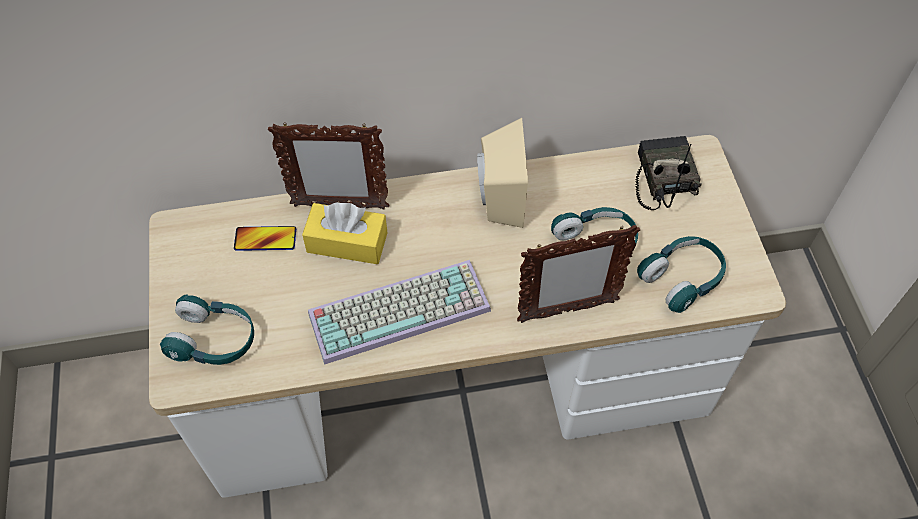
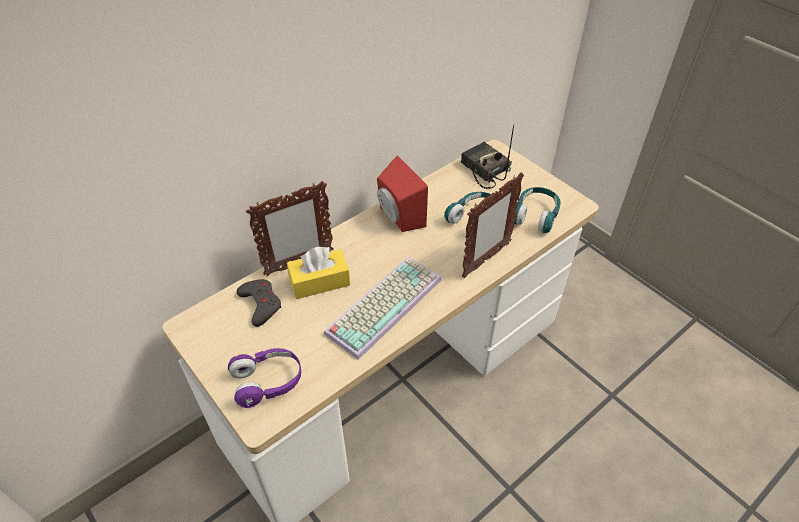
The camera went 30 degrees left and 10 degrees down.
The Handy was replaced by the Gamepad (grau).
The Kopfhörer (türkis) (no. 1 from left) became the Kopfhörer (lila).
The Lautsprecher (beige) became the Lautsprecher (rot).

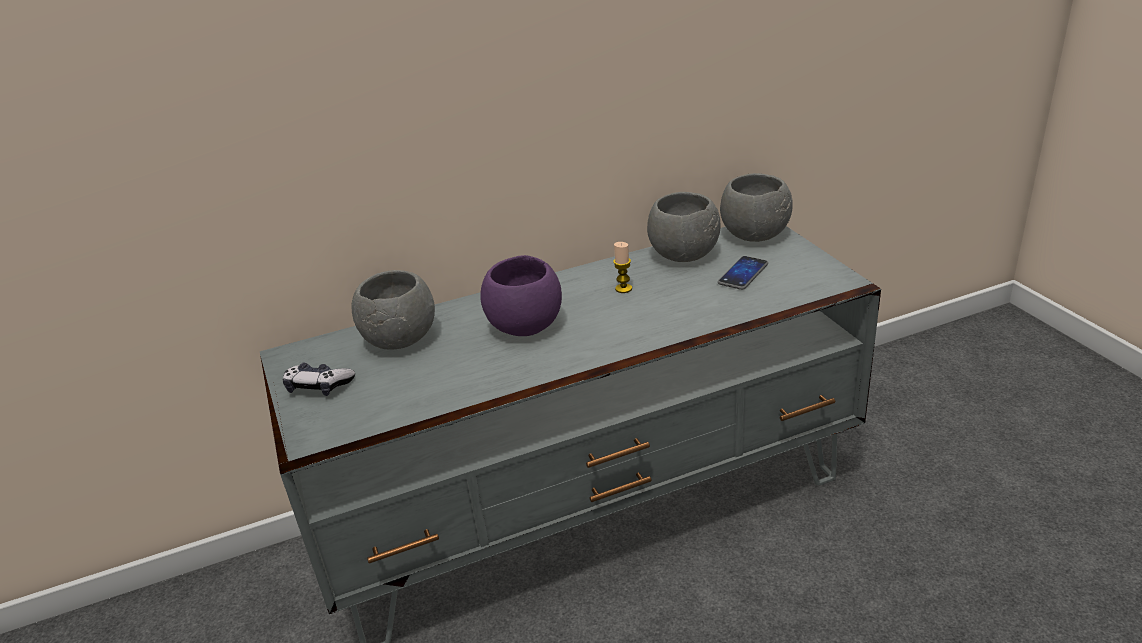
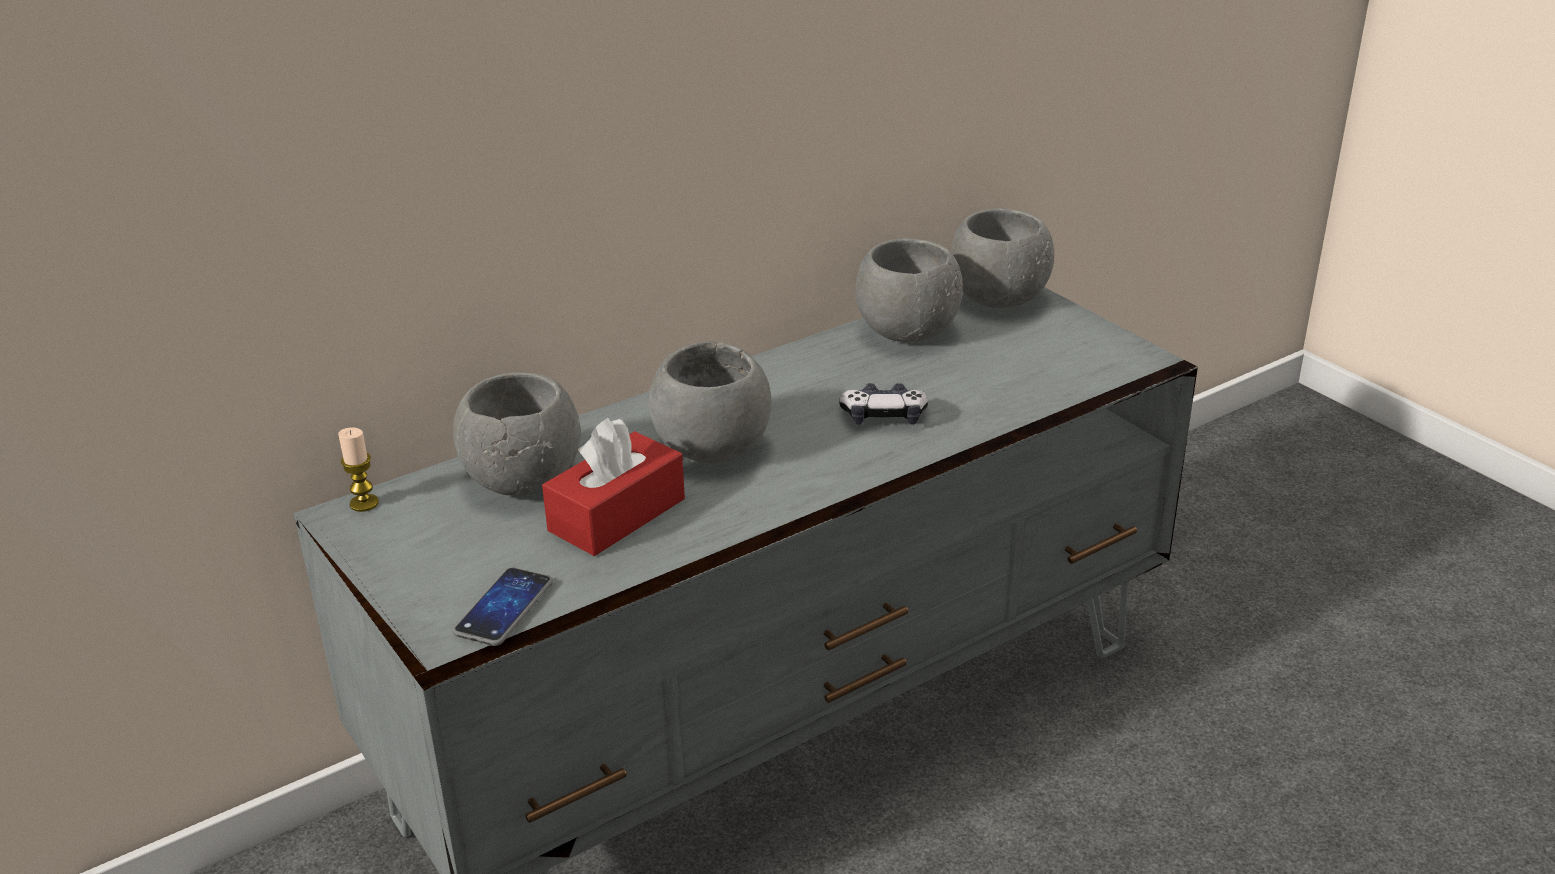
The camera went 15 degrees left and 0 degrees up.
The Taschentuchbox (rot) appeared.
The Gamepad moved.
The Kerze moved.
The Handy moved.
The Schüssel (lila) became the Schüssel (grau) (no. 2 from left).

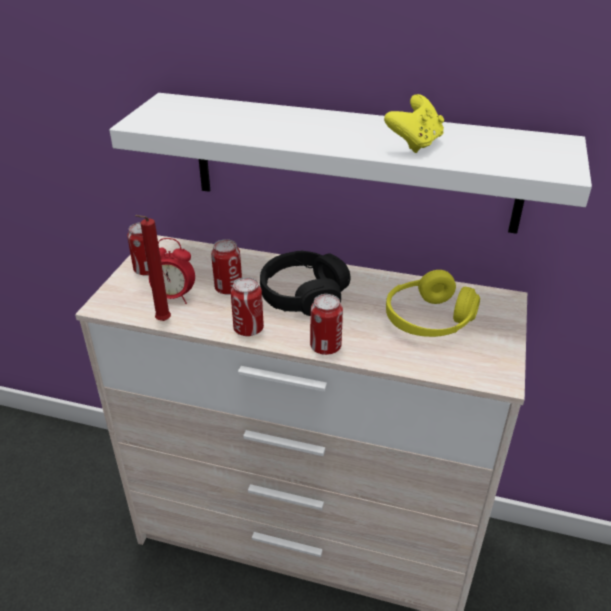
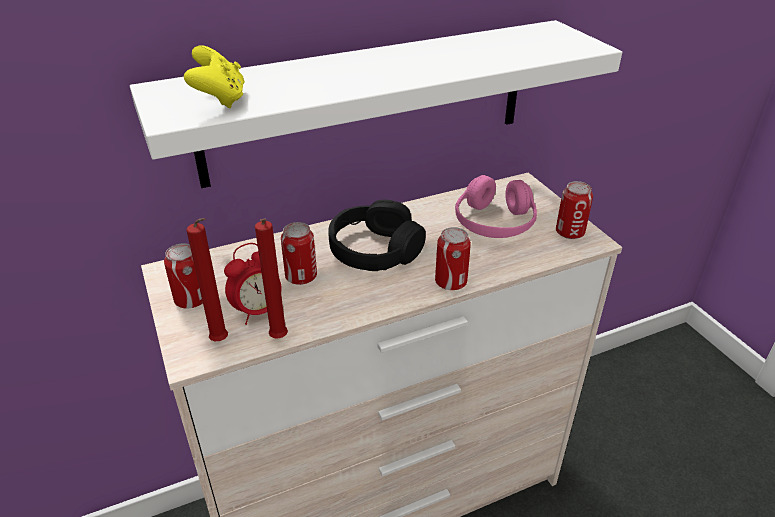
The camera went 40 degrees left and 0 degrees up.
The Kerze (rot) (no. 1 from left) appeared.
The Dose (no. 3 from left in the first image) moved.
The Gamepad (gelb) moved.
The Kopfhörer (gelb) became the Kopfhörer (rosa).

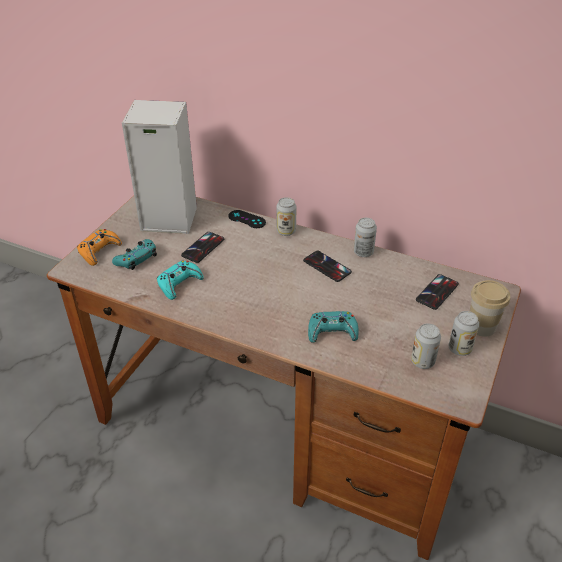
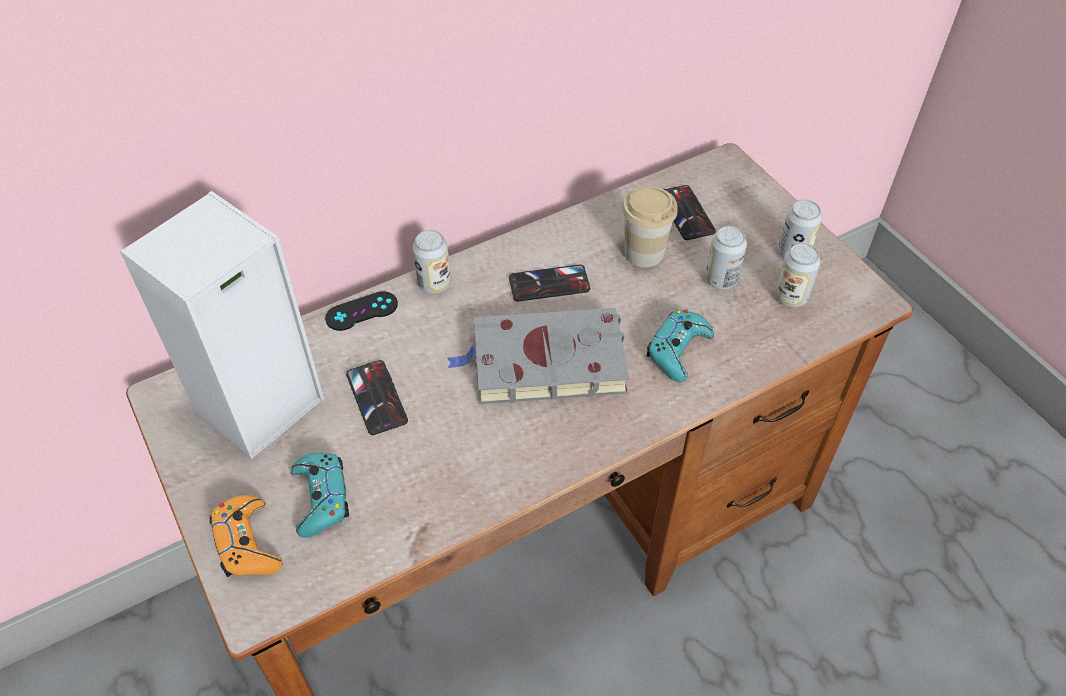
The camera went 55 degrees left and 10 degrees up.
The Gamepad (türkis) (no. 2 from left) disappeared.
The Buch (grau) appeared.
The Dose (no. 2 from left) moved.
The Tasse moved.

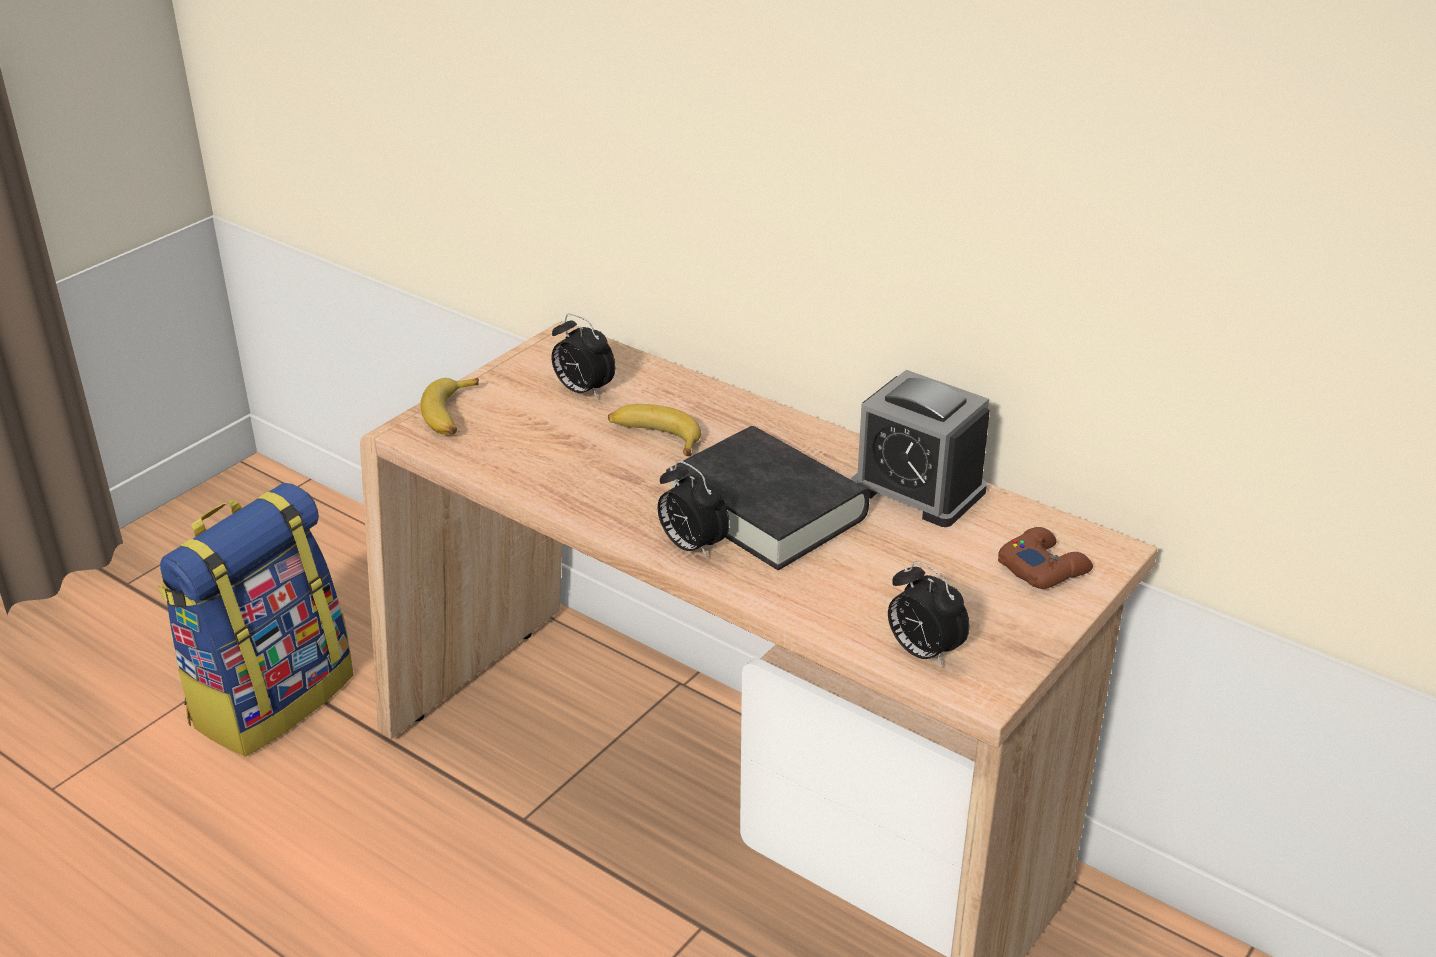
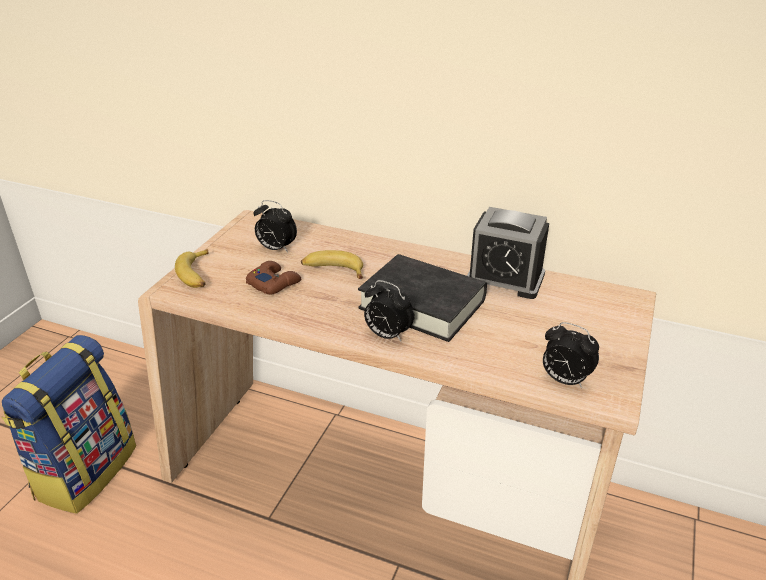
The camera went 15 degrees left and 0 degrees up.
The Gamepad (braun) moved.

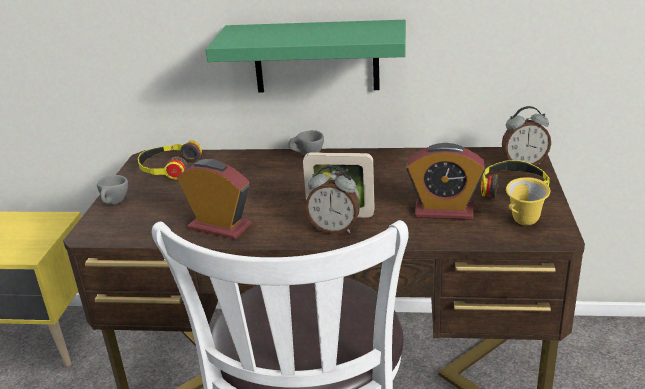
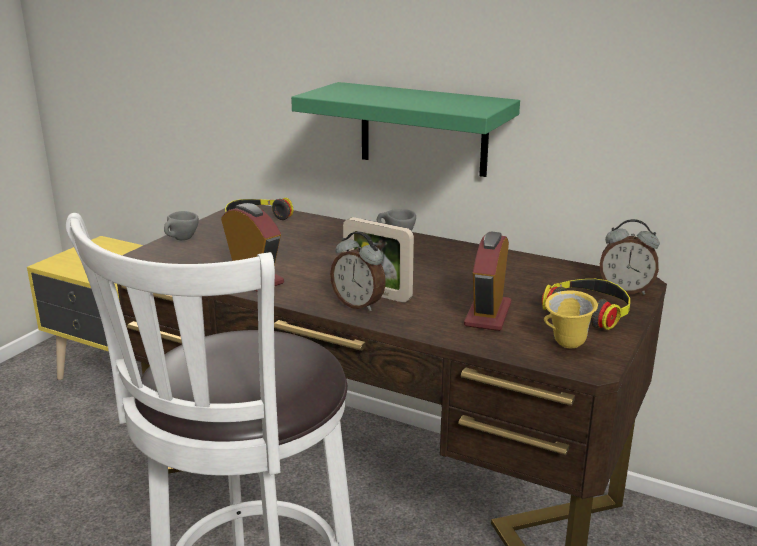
The camera went 20 degrees right and 5 degrees down.
The Wecker (no. 3 from left) turned 75 degrees clockwise.

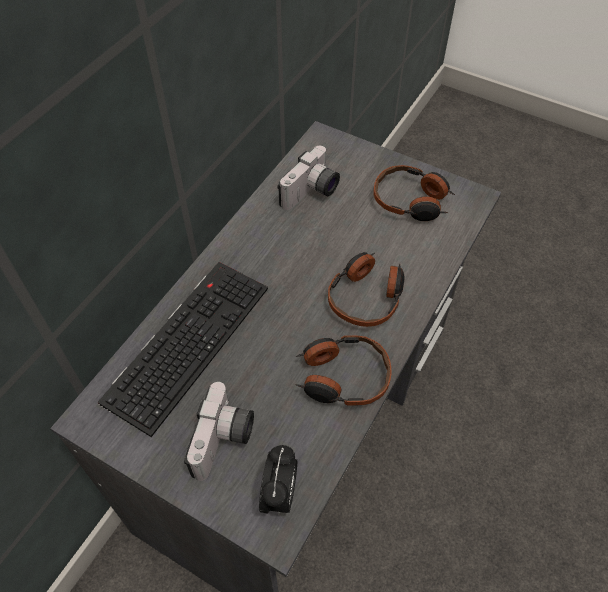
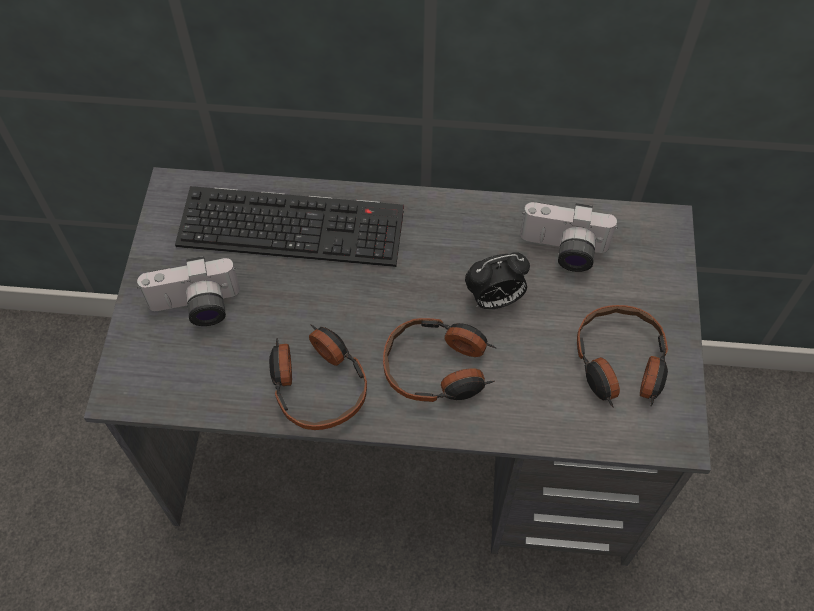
The camera went 65 degrees right and 5 degrees up.
The Wecker moved.

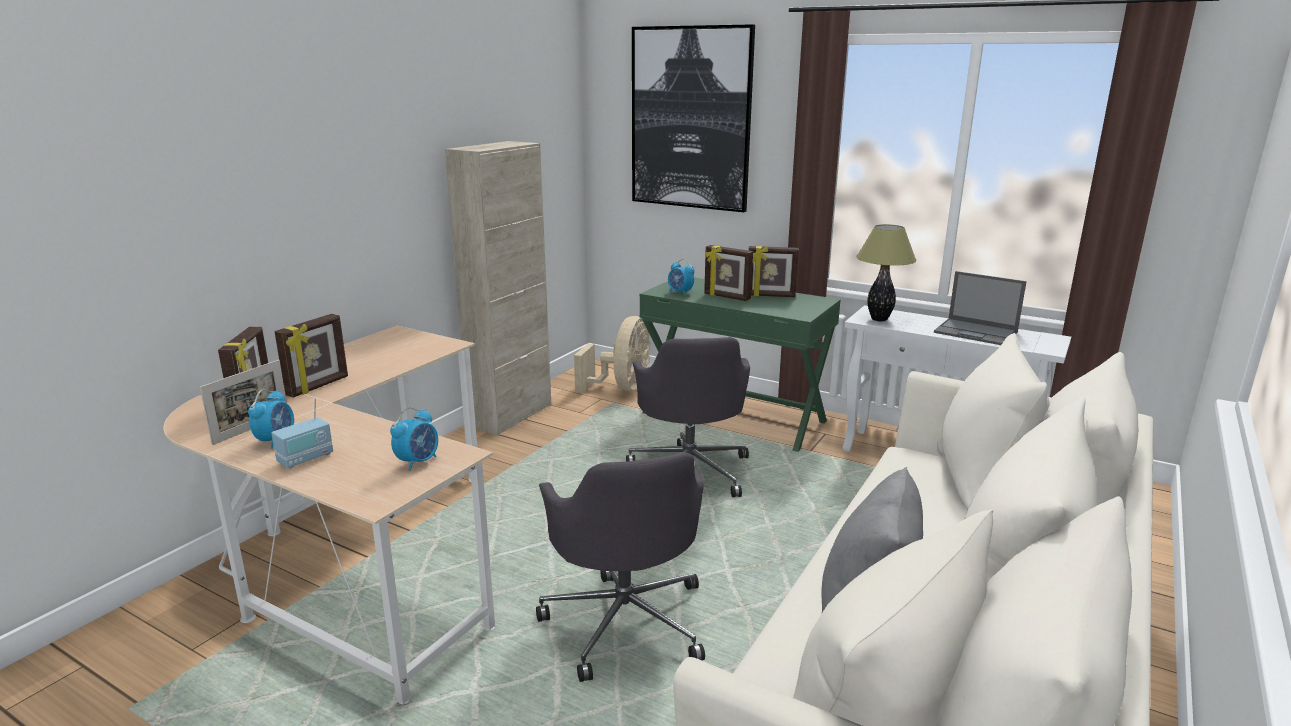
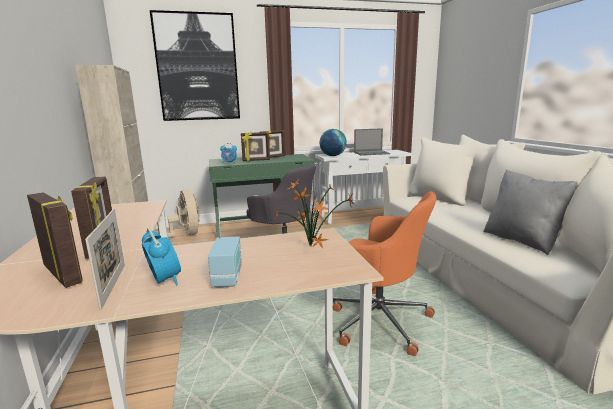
The camera went 45 degrees left and 5 degrees down.
The Wecker (no. 2 from left) was replaced by the Topfpflanze.
The Tischlampe was replaced by the Globus.
The Bürostuhl (grau) (no. 1 from left) became the Bürostuhl (orange).

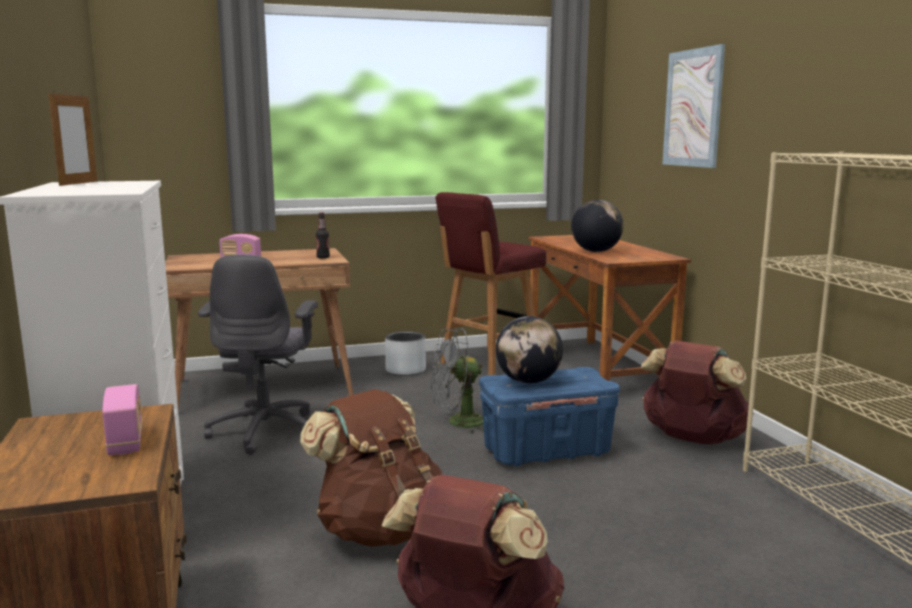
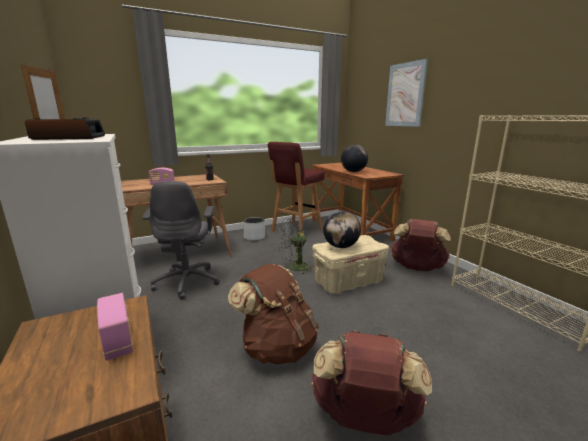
The camera went 10 degrees left and 5 degrees up.
The Wecker appeared.
The Aufbewahrungsbox (blau) became the Aufbewahrungsbox (beige).

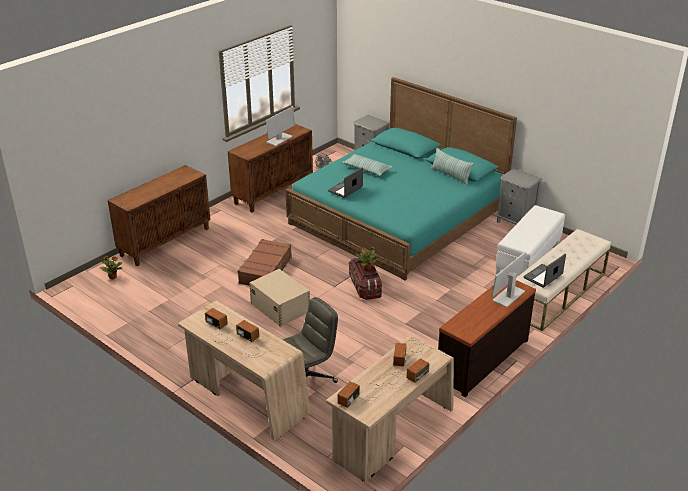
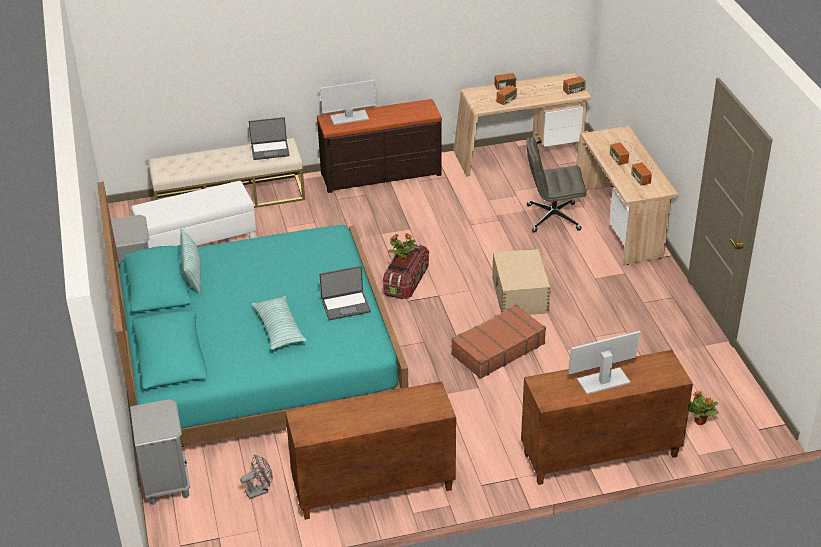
The camera went 145 degrees left and 5 degrees up.
The Monitor (no. 1 from left in the first image) moved.

